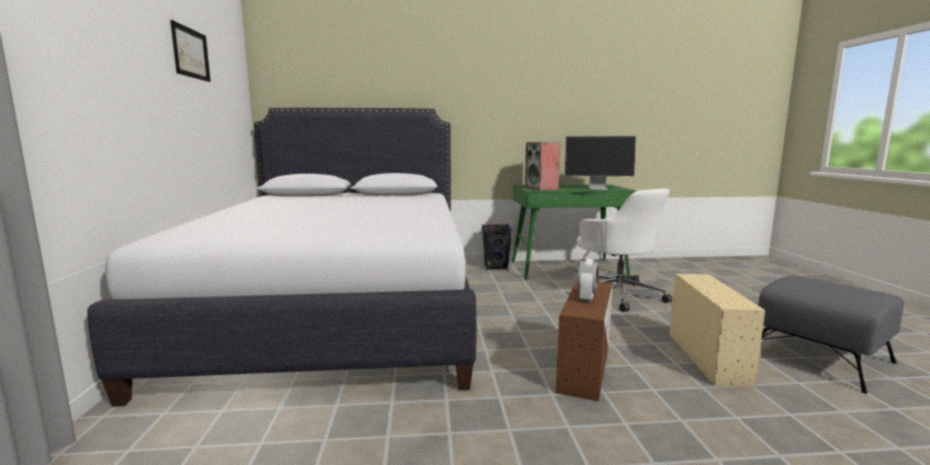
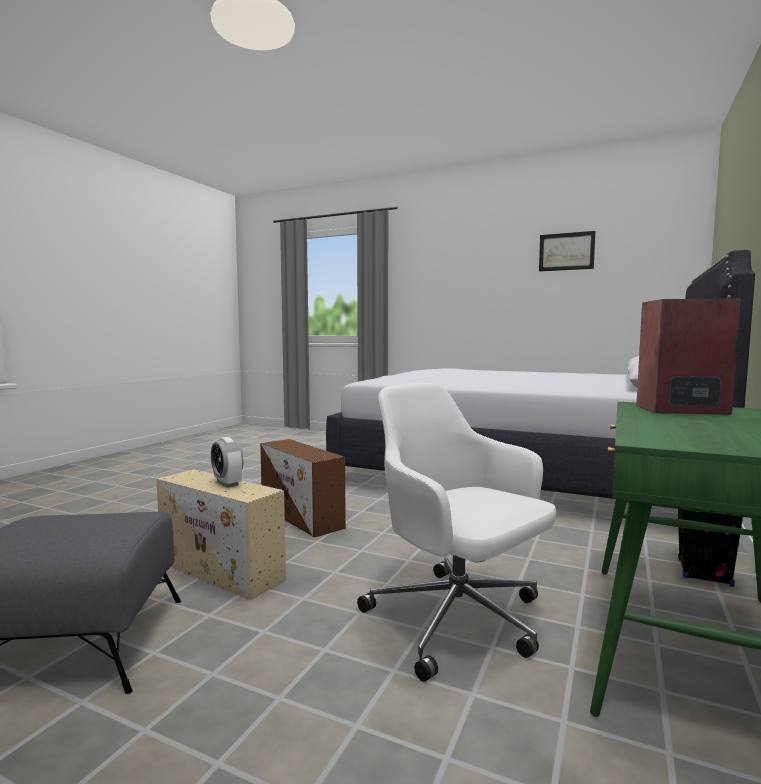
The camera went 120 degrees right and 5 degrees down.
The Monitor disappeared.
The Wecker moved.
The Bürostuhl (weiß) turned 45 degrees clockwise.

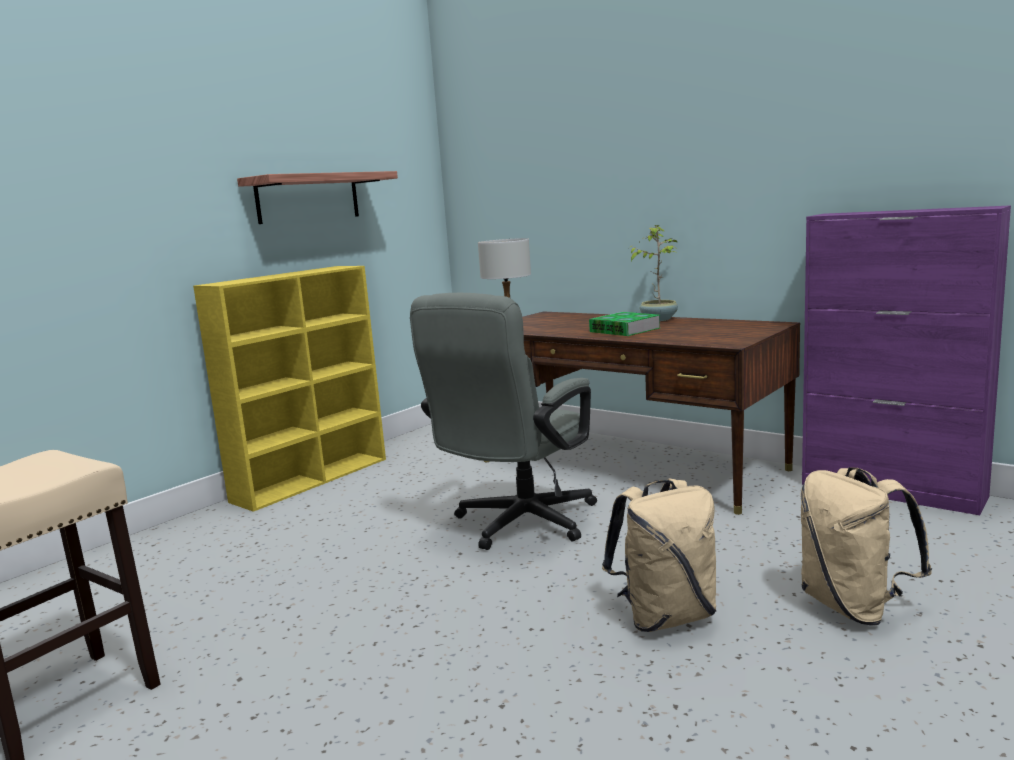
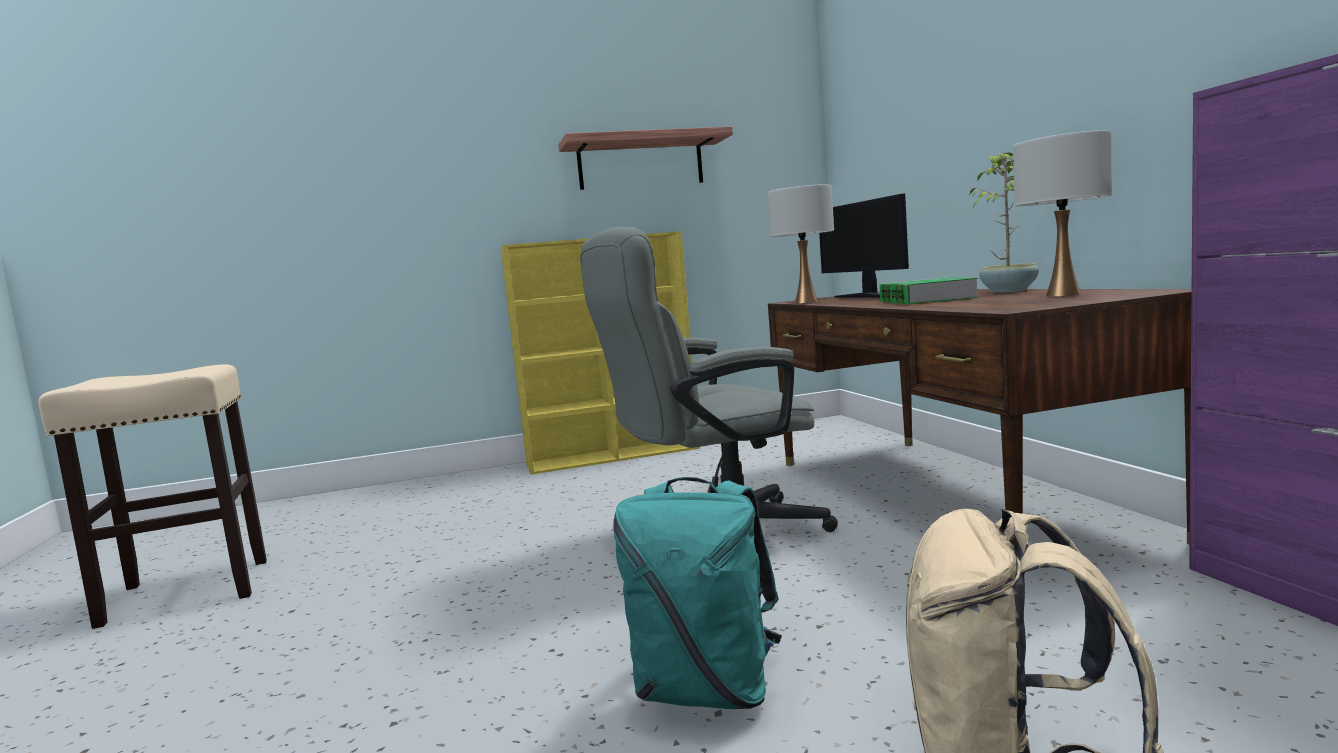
The camera went 35 degrees right and 5 degrees down.
The Monitor appeared.
The Tischlampe (weiß) (no. 2 from left) appeared.
The Rucksack (beige) (no. 1 from left) became the Rucksack (türkis).

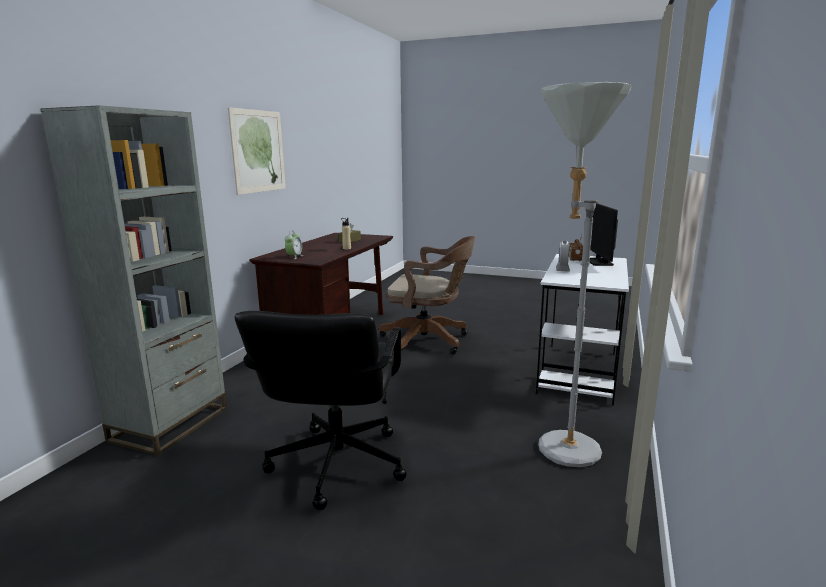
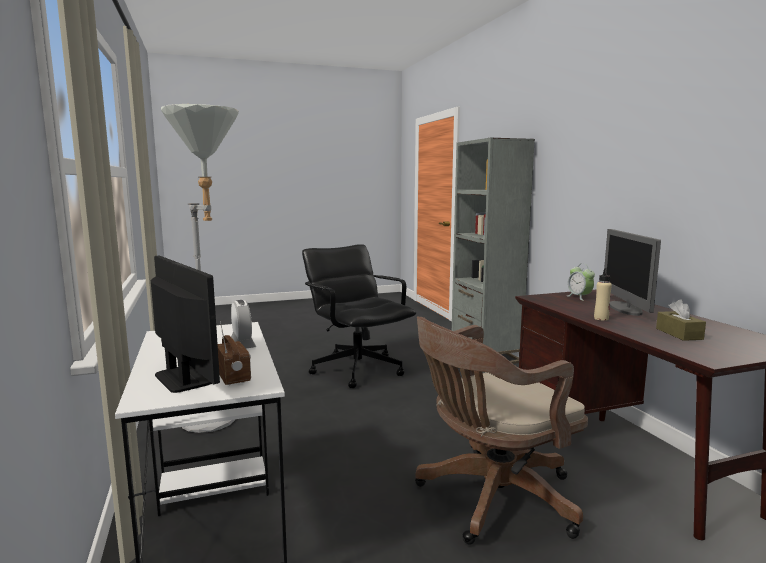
The camera went 140 degrees right and 5 degrees down.
The Bild disappeared.
The Monitor (no. 2 from left) appeared.

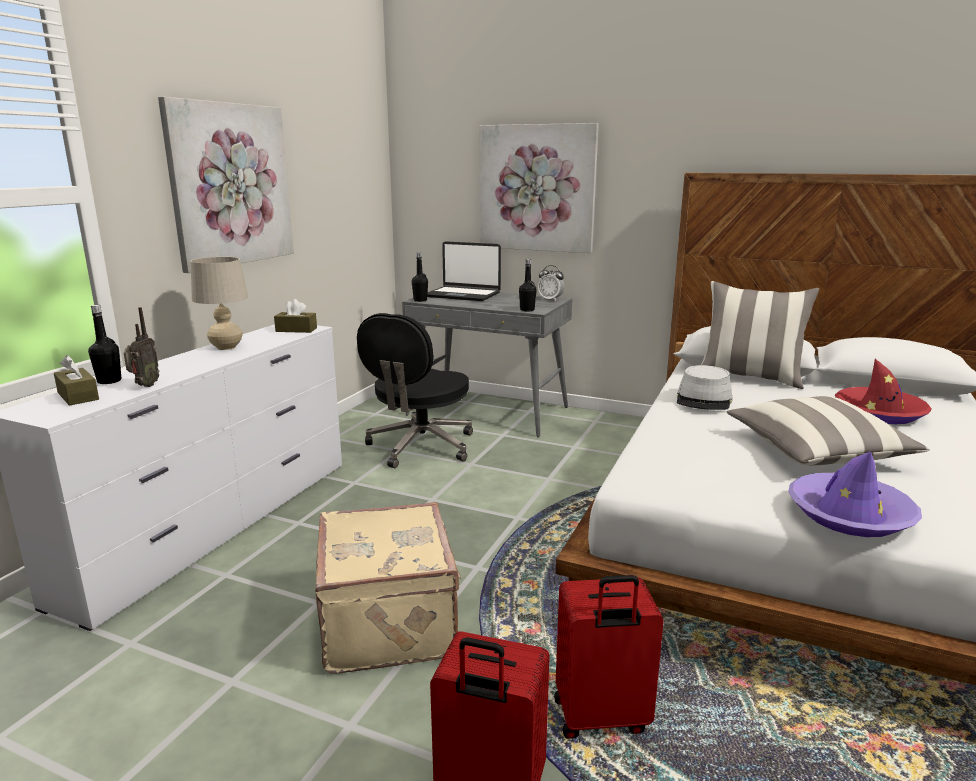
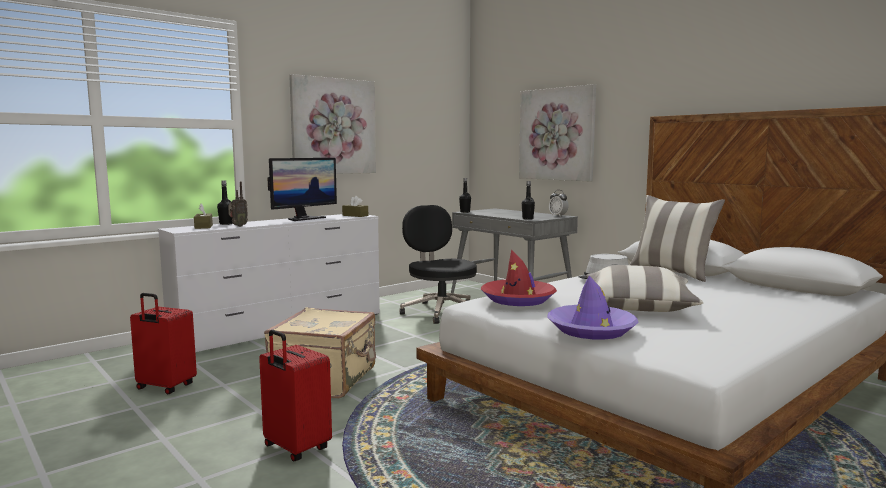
The camera went 25 degrees right and 10 degrees down.
The Laptop disappeared.
The Koffer (rot) (no. 2 from left in the first image) moved.
The Hut (rot) moved.
The Tischlampe (beige) was replaced by the Monitor.
The Bürostuhl (schwarz) turned 105 degrees clockwise.

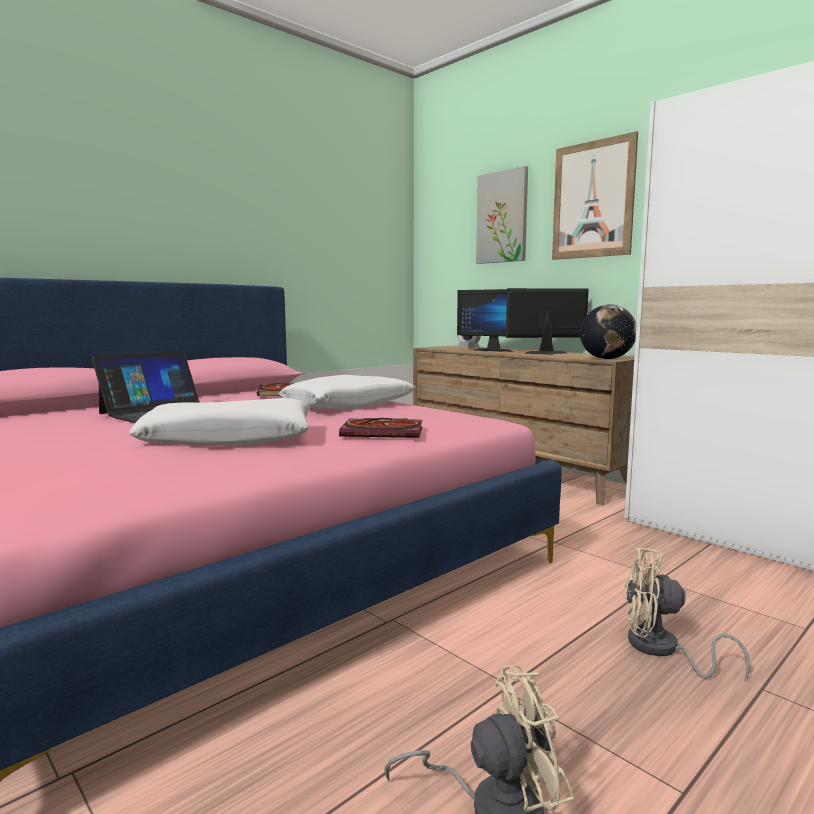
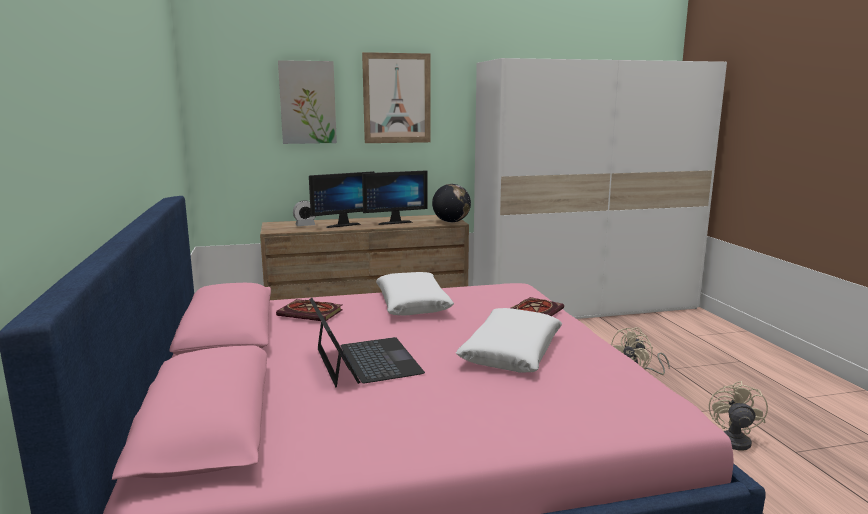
The camera went 60 degrees left and 5 degrees up.
The Monitor (no. 2 from left) turned 135 degrees counterclockwise.

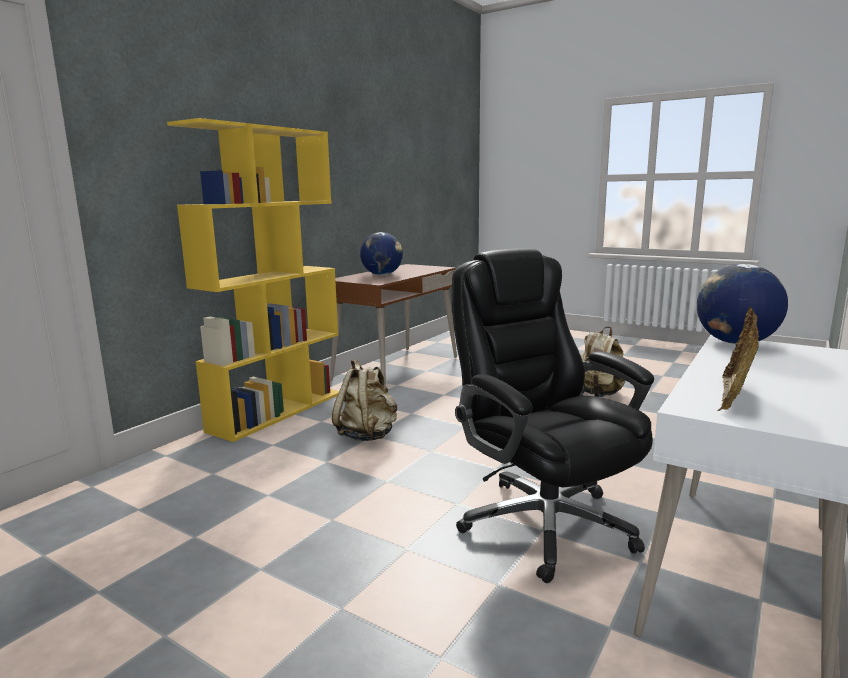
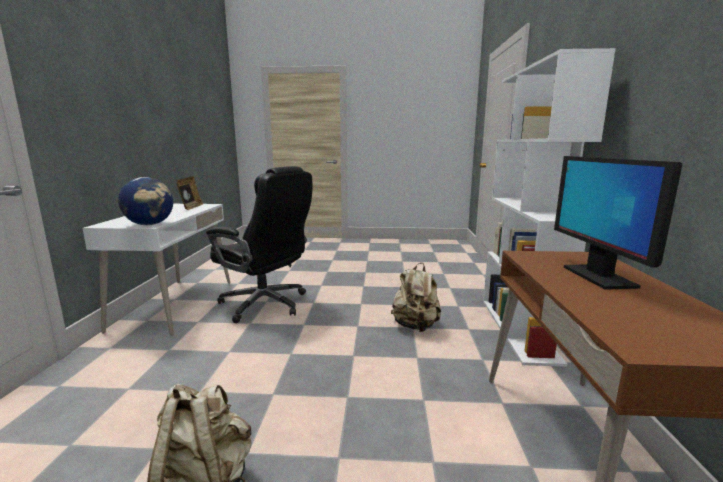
The camera went 150 degrees right and 0 degrees up.
The Globus (no. 1 from left) was replaced by the Monitor.
The Bücherregal (gelb) became the Bücherregal (weiß).

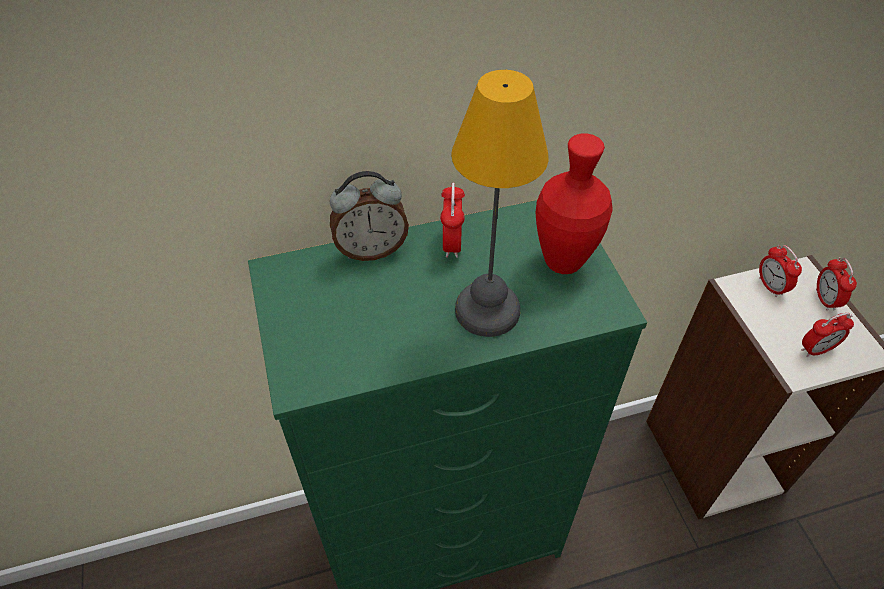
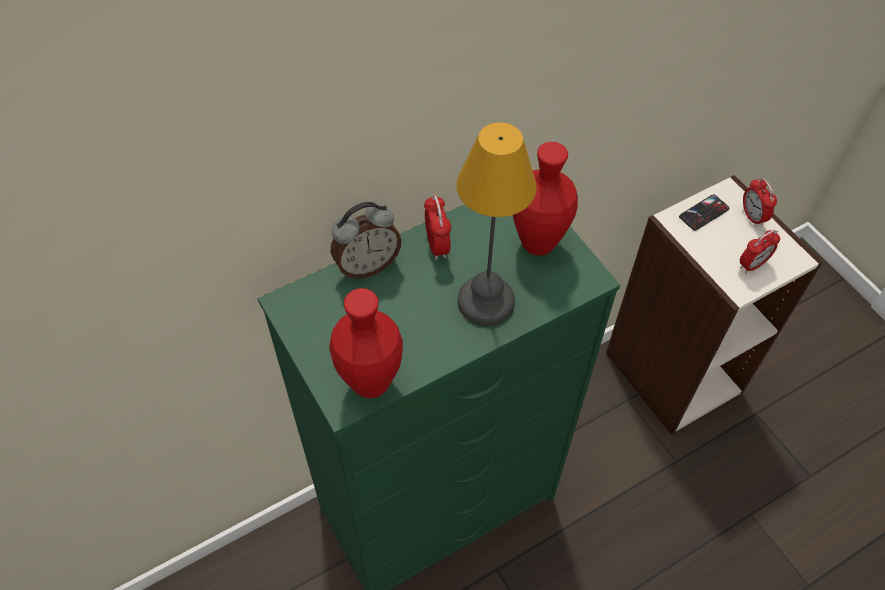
The camera went 15 degrees left and 5 degrees up.
The Vase (rot) (no. 1 from left) appeared.
The Wecker (no. 3 from left) was replaced by the Handy.

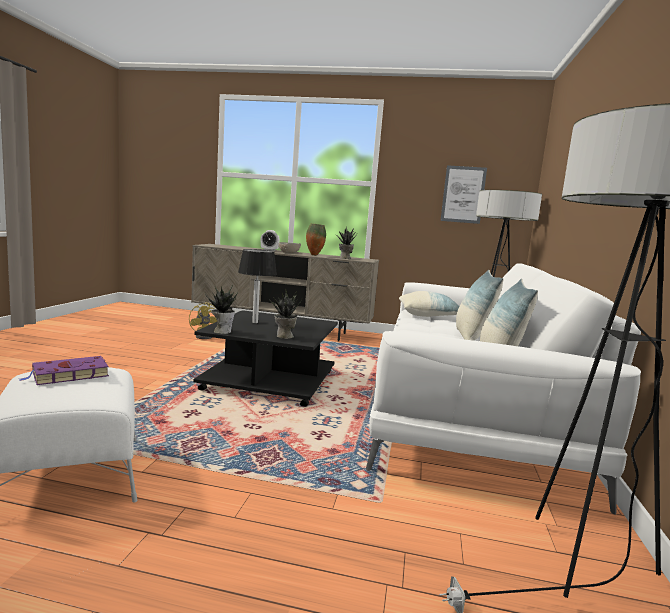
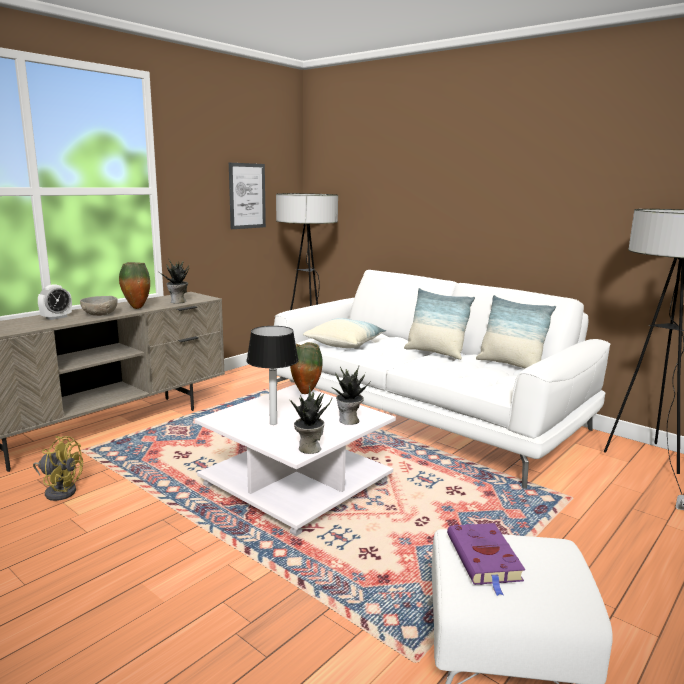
The camera went 60 degrees left and 5 degrees up.
The Vase (no. 2 from left) appeared.
The Couchtisch (schwarz) became the Couchtisch (weiß).

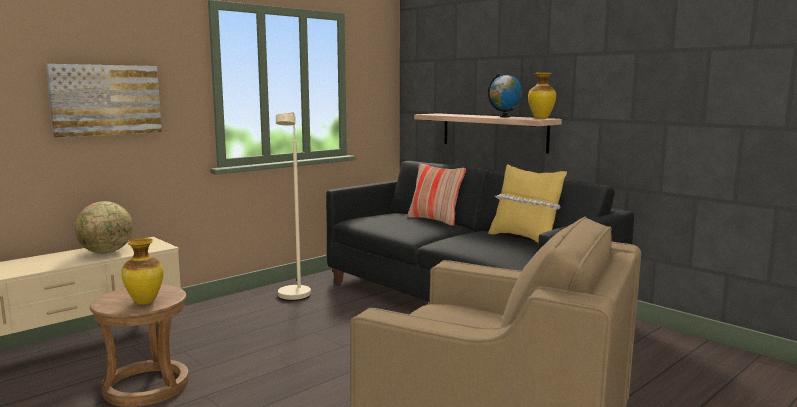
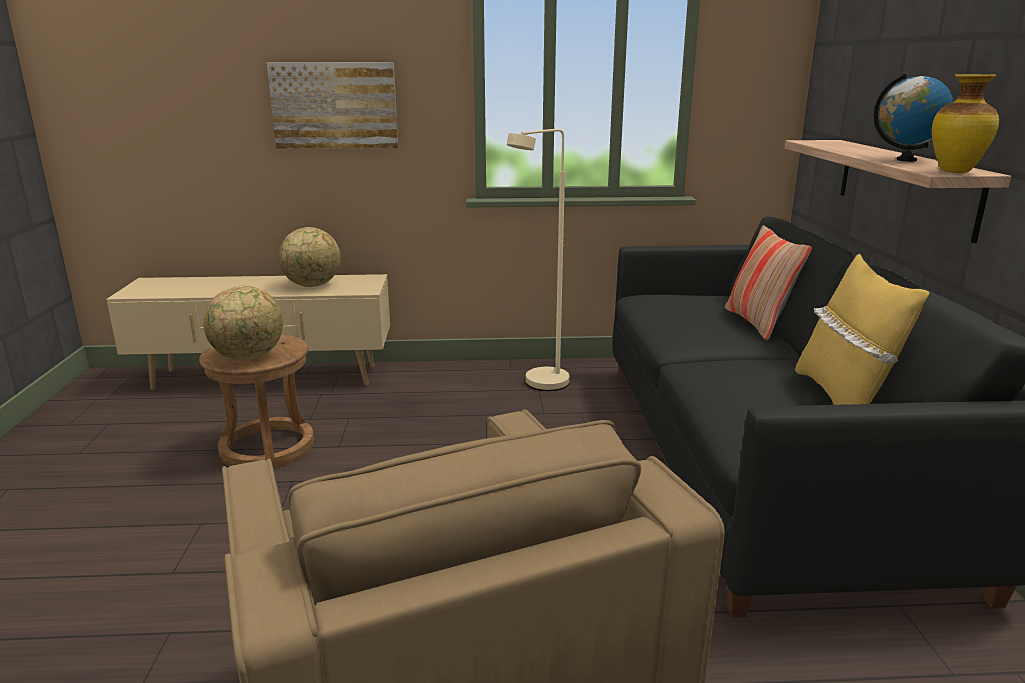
The camera went 40 degrees right and 10 degrees up.
The Vase (no. 1 from left) was replaced by the Globus (no. 1 from left).

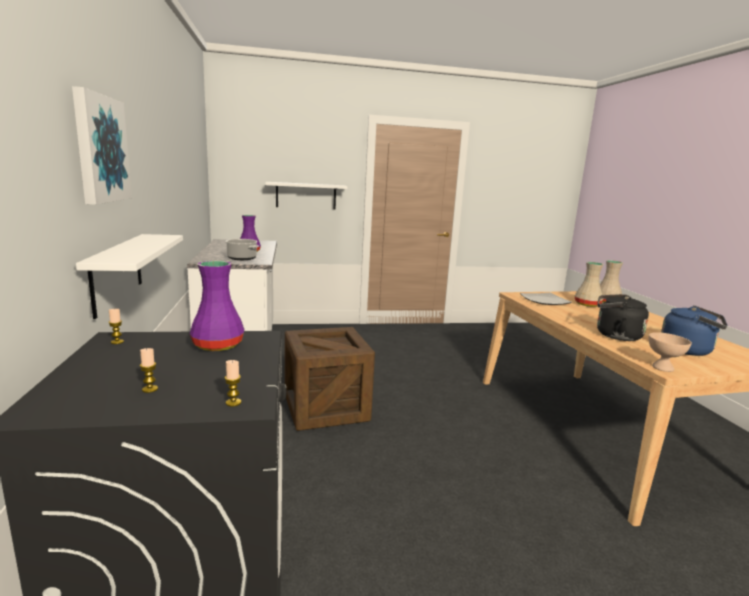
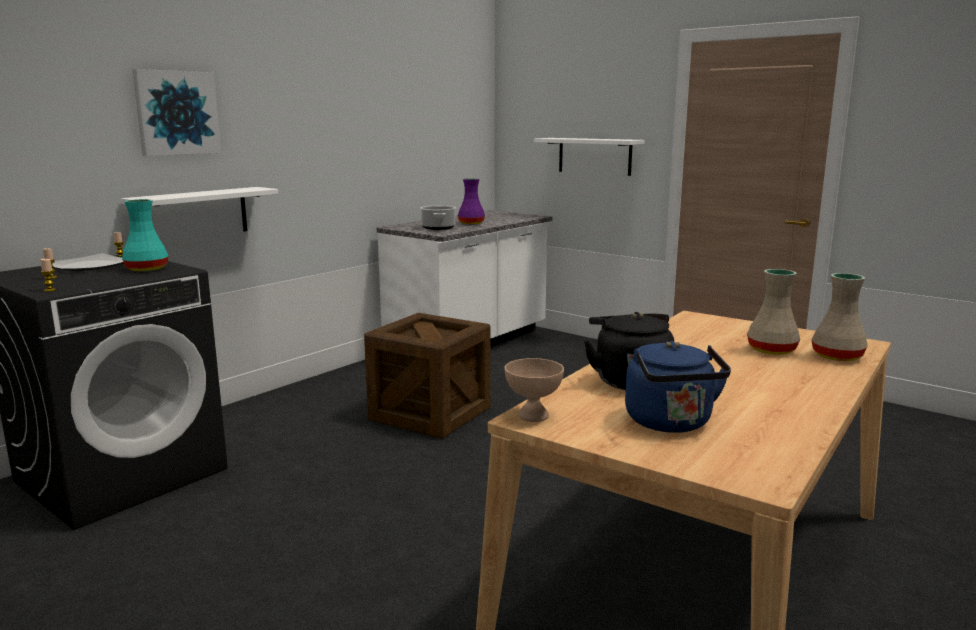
The camera went 50 degrees right and 0 degrees up.
The Teller moved.
The Vase (lila) (no. 1 from left) became the Vase (türkis).

